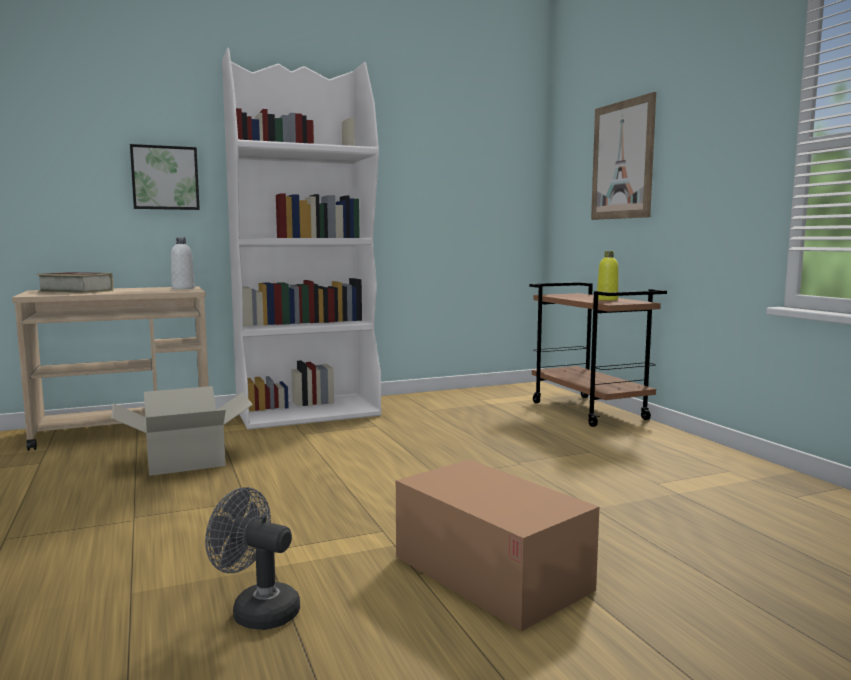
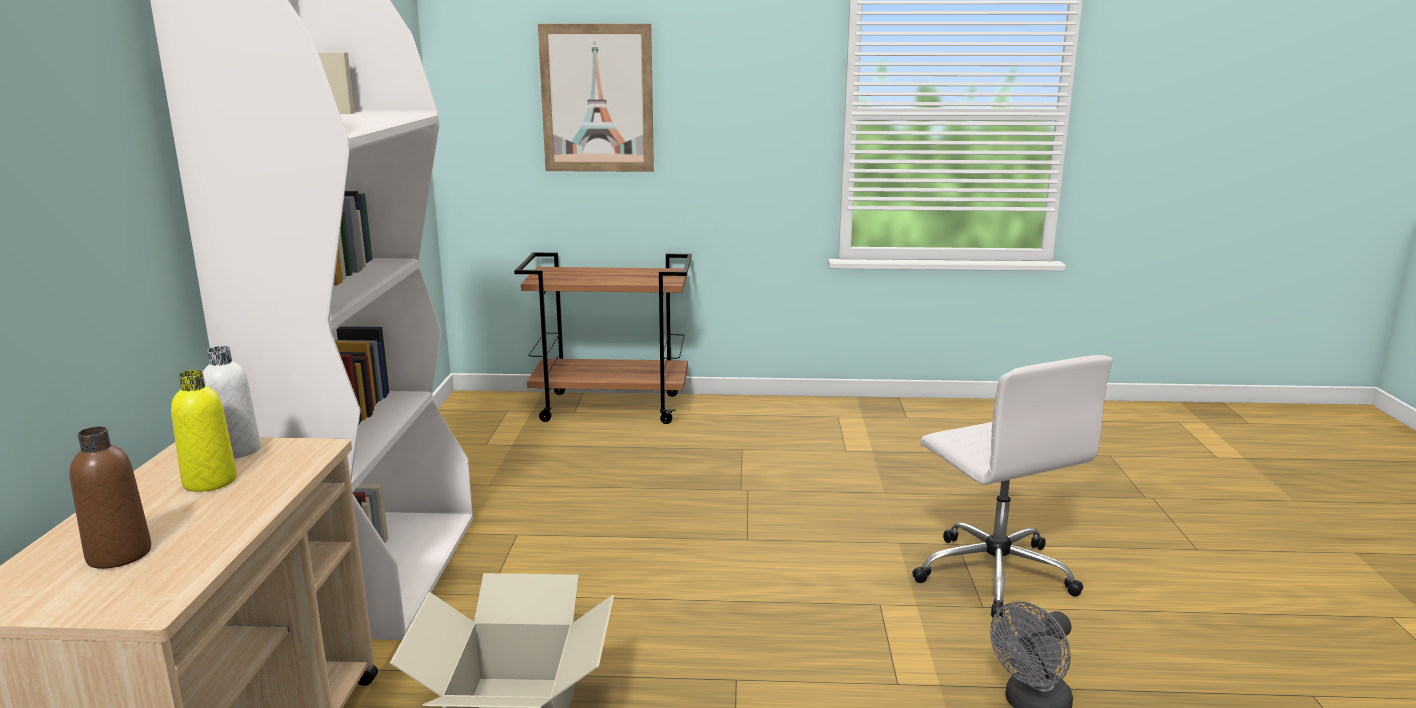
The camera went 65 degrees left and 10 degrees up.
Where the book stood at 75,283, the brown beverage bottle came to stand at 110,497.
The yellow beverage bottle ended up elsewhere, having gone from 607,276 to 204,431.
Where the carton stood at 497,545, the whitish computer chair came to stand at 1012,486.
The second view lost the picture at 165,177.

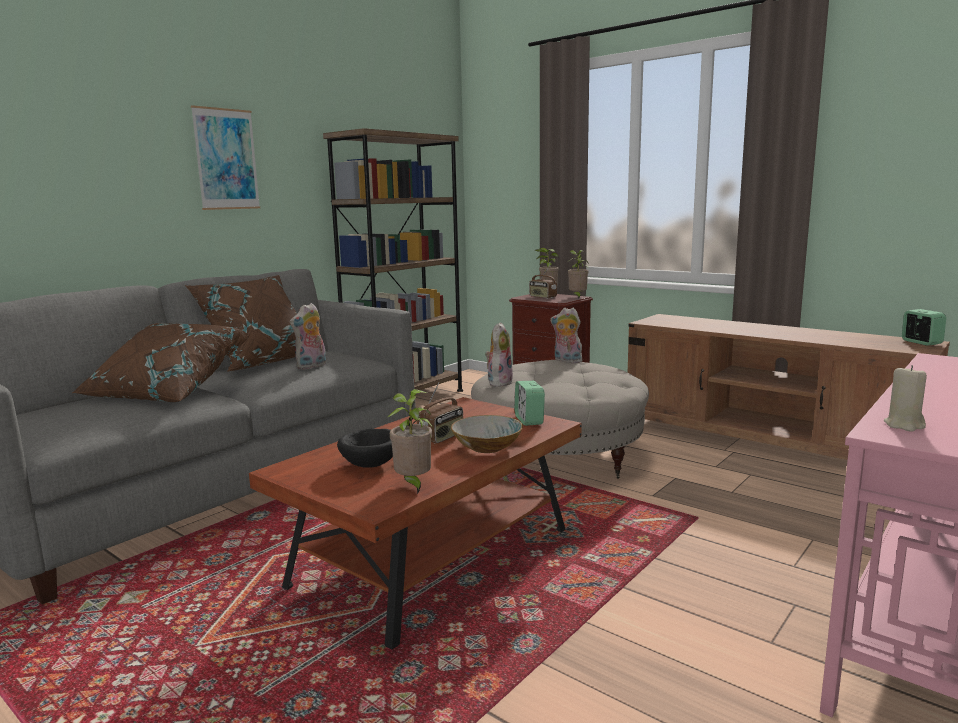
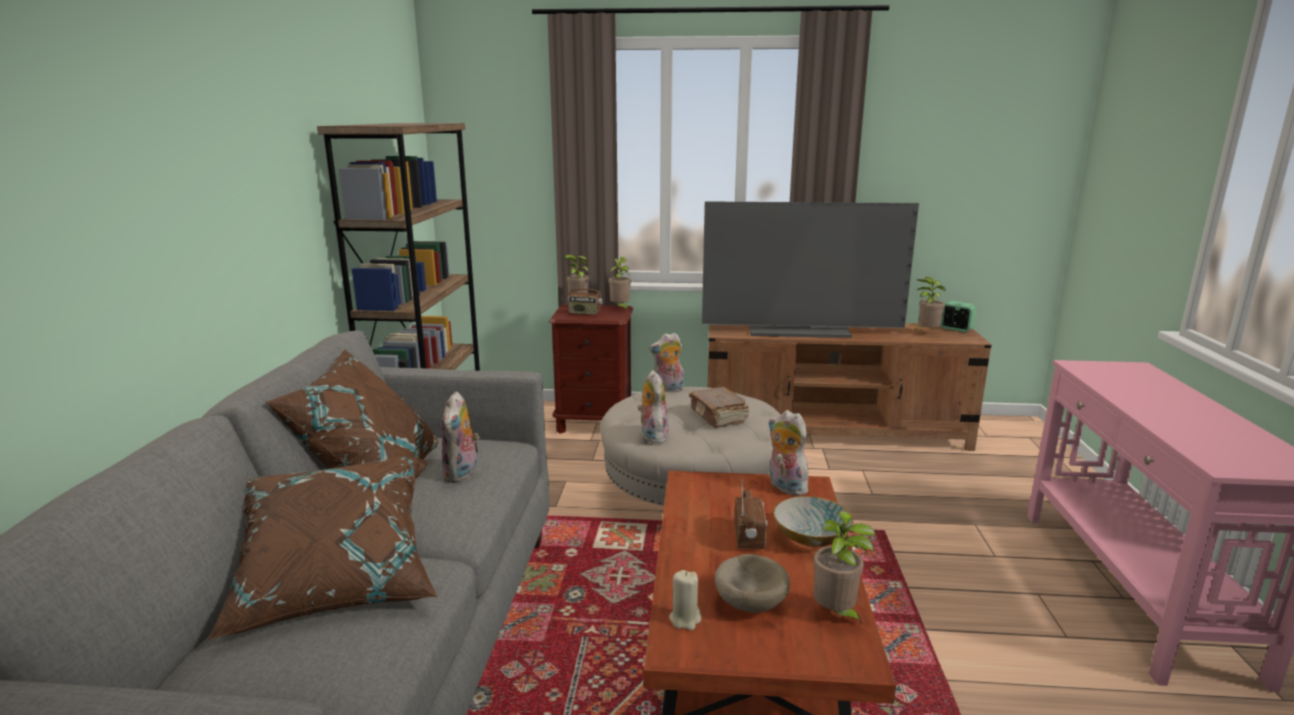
The camera went 35 degrees left and 5 degrees up.
The beige-coloured wax light ended up elsewhere, having gone from 905,398 to 685,600.
The second view gained the brown book at 719,407.
The second view gained the TV at 810,269.
What was the black-coloured bowl at 365,448 turned into the beige-coloured bowl at 752,583.
Where the table clock stood at 530,403, the soft toy came to stand at 788,453.
The second view gained the potted plant at 930,303.
The second view lost the picture at 225,157.

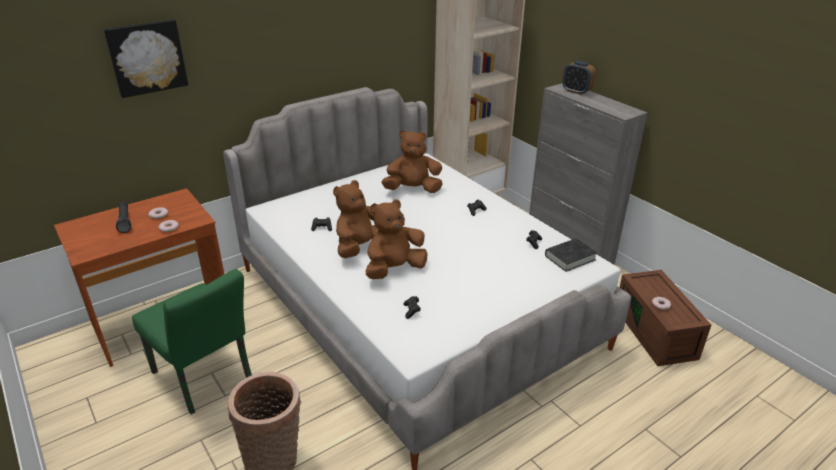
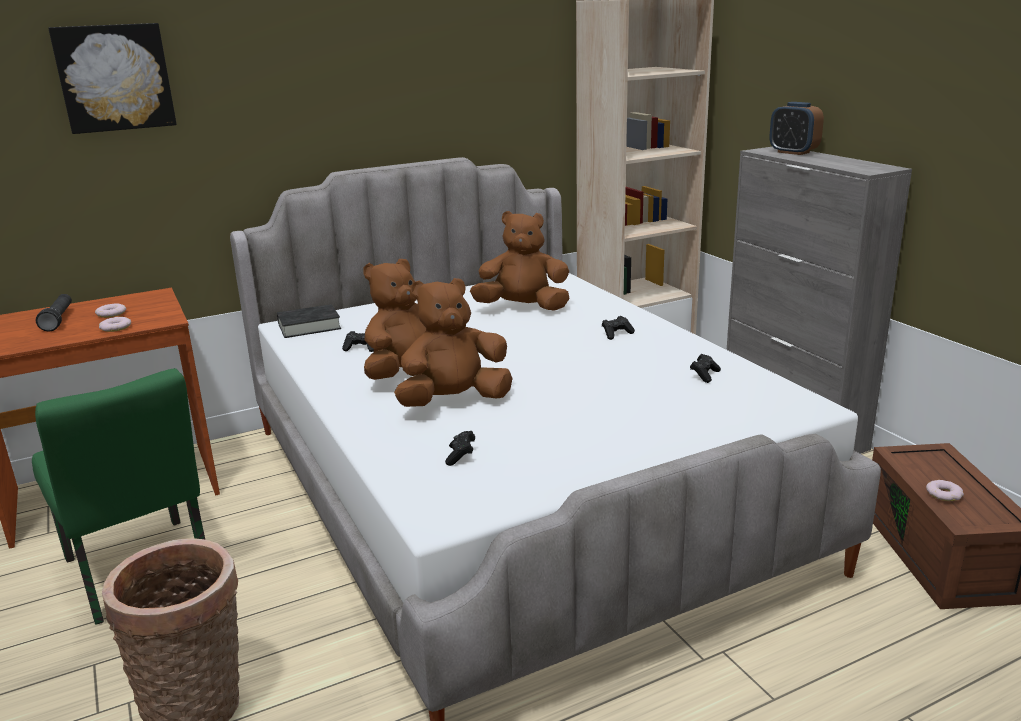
The camera went 10 degrees right and 10 degrees down.
The black-coloured book ended up elsewhere, having gone from 571,255 to 309,321.

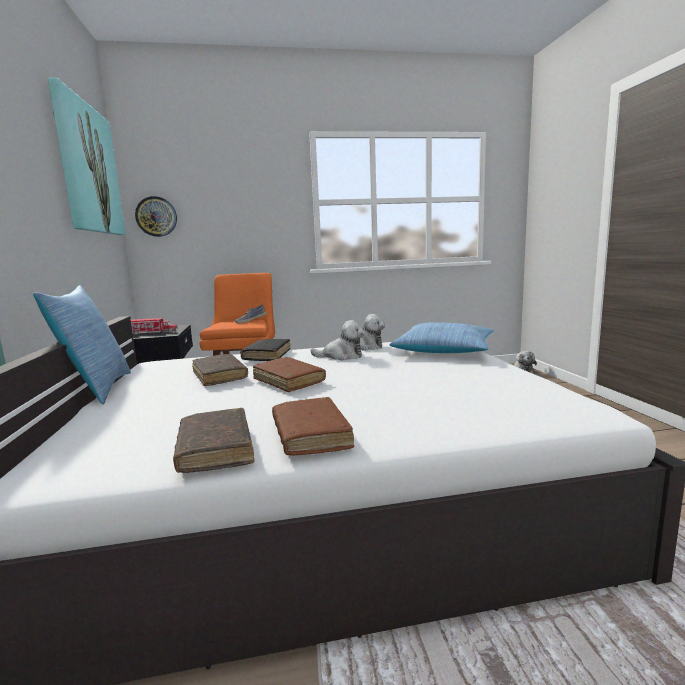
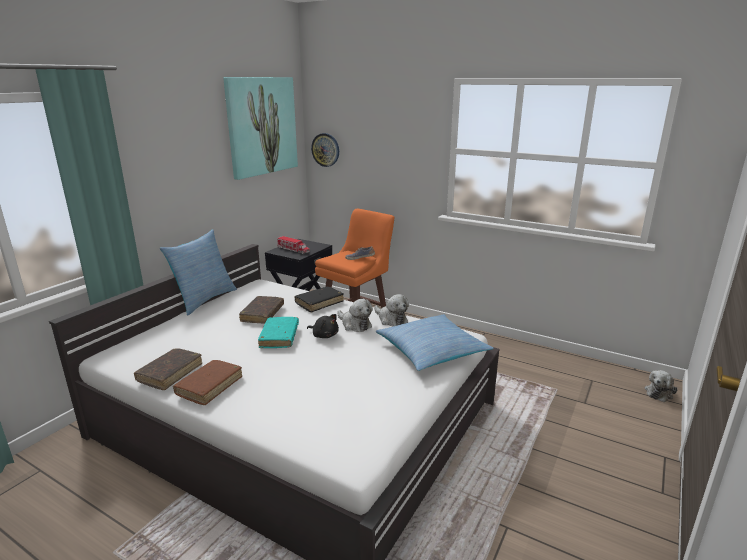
The camera went 40 degrees right and 10 degrees up.
What was the brown book at 289,374 turned into the turquoise-coloured book at 278,332.
The second view gained the black-coloured soft toy at 323,326.

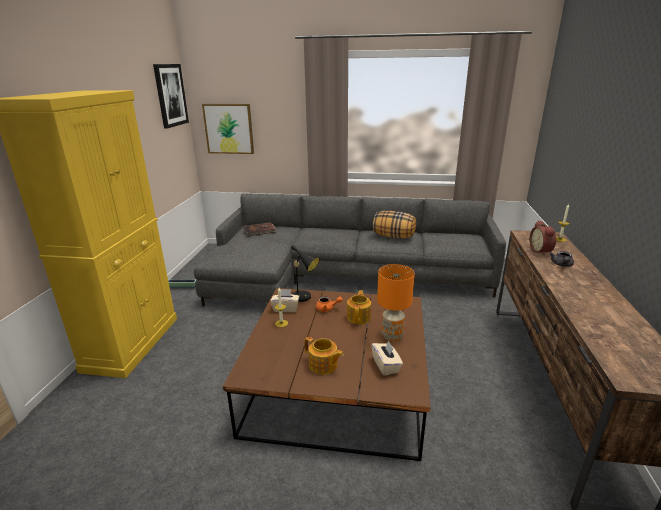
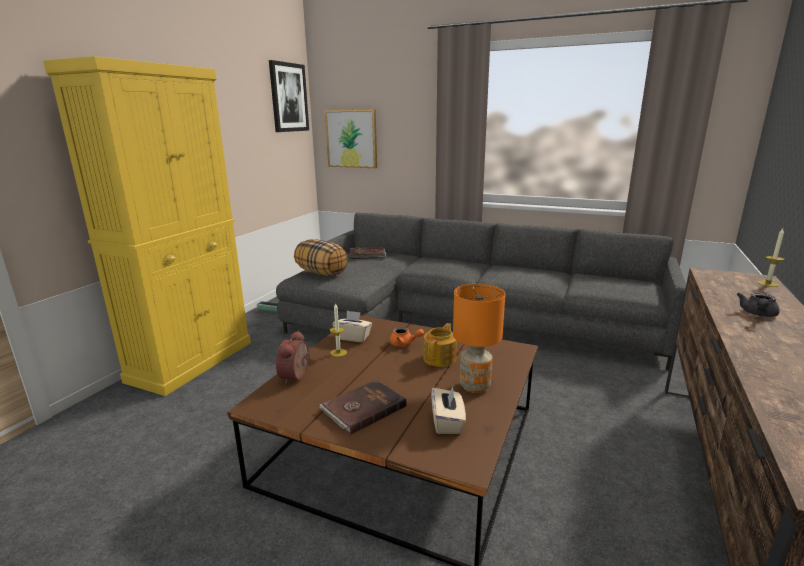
The camera went 15 degrees right and 5 degrees down.
The table clock ended up elsewhere, having gone from 543,237 to 293,358.
The pillow ended up elsewhere, having gone from 394,225 to 321,257.
Where the pot for tea stood at 324,356, the brown book came to stand at 363,407.
The second view lost the black-coloured lamp for a table at 305,273.

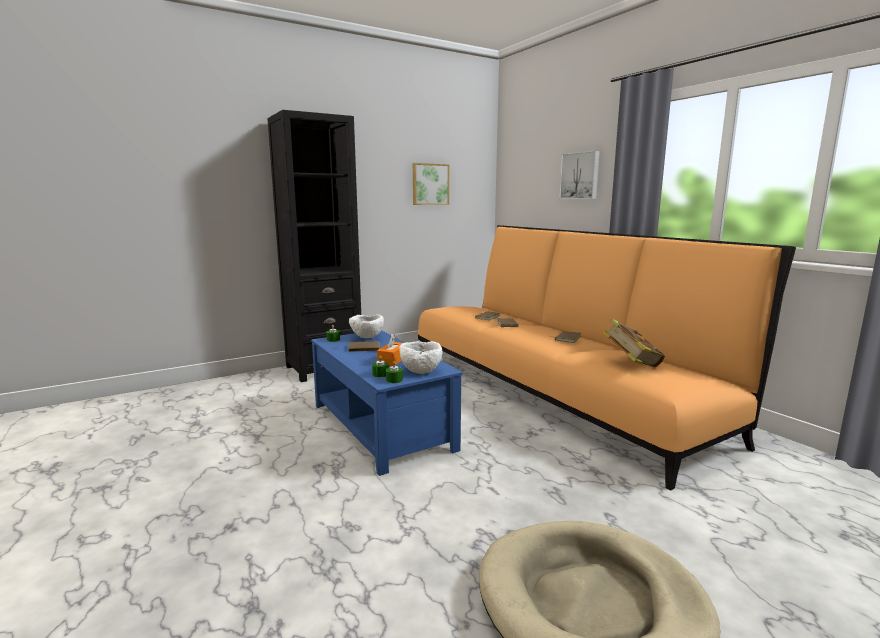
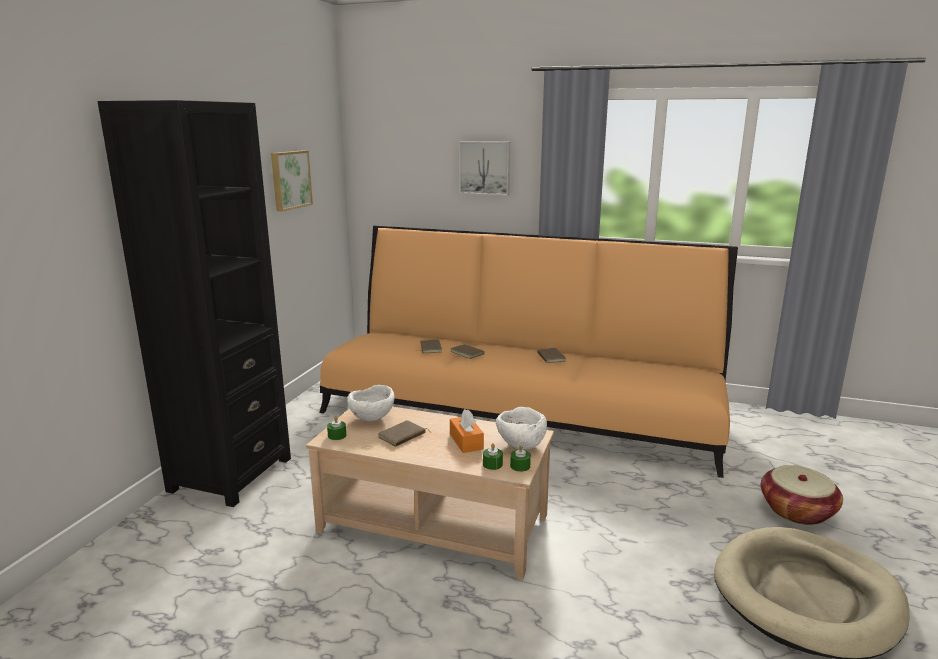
The camera went 40 degrees left and 5 degrees up.
What was the blue low table at 387,403 turned into the beige-coloured low table at 430,493.
The second view gained the storage basket at 802,495.
The second view lost the book at 633,343.

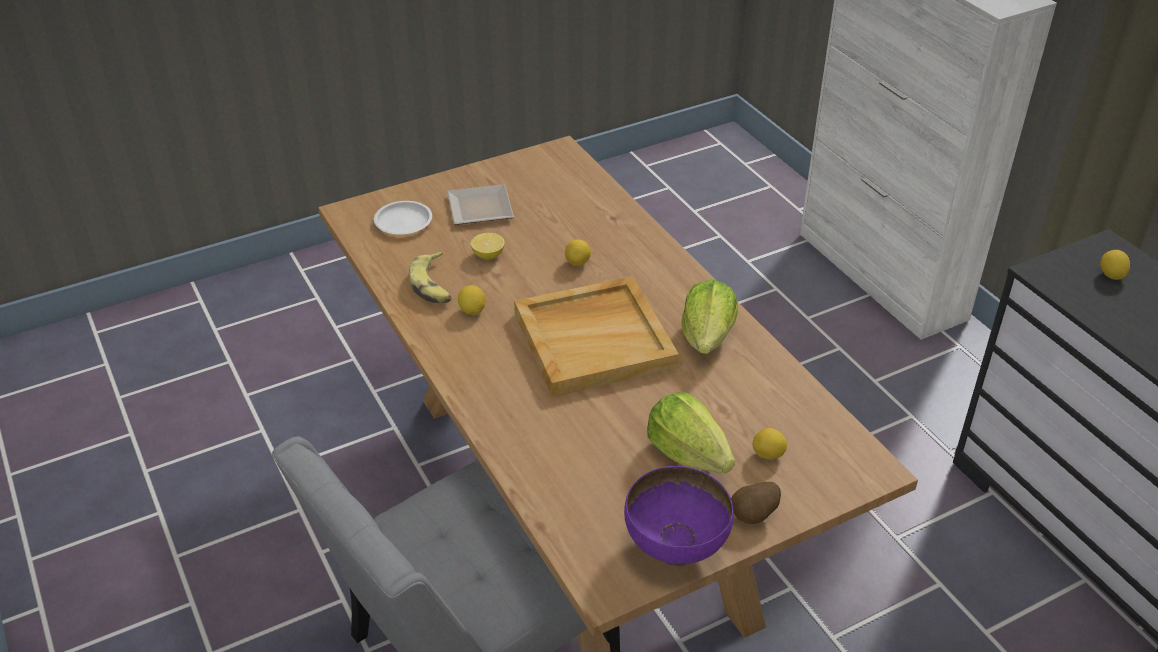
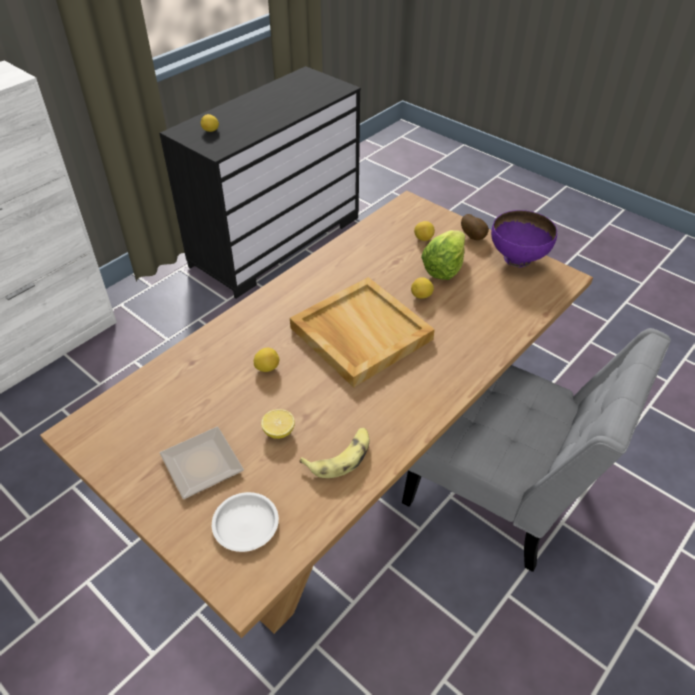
The camera went 110 degrees left and 5 degrees up.
The citrus fruit ended up elsewhere, having gone from 471,300 to 422,288.
The second view lost the lettuce head at 709,316.

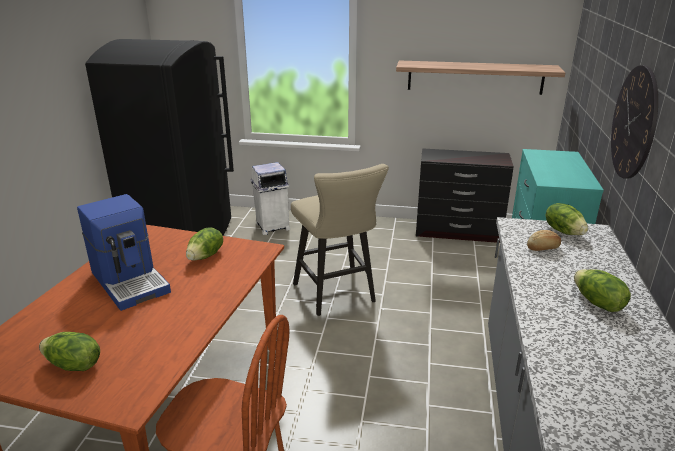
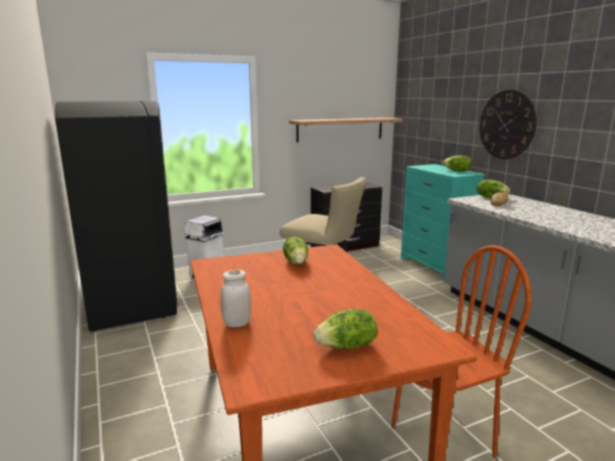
The camera went 35 degrees left and 10 degrees down.
The second view gained the whitish jar at 235,298.
The lettuce head ended up elsewhere, having gone from 602,290 to 457,163.
The second view lost the coffee maker at 124,252.

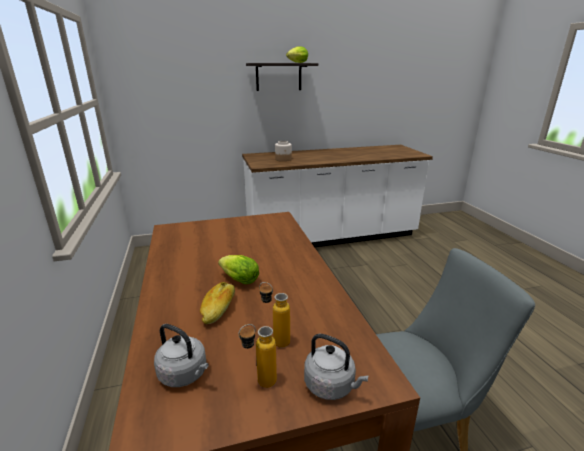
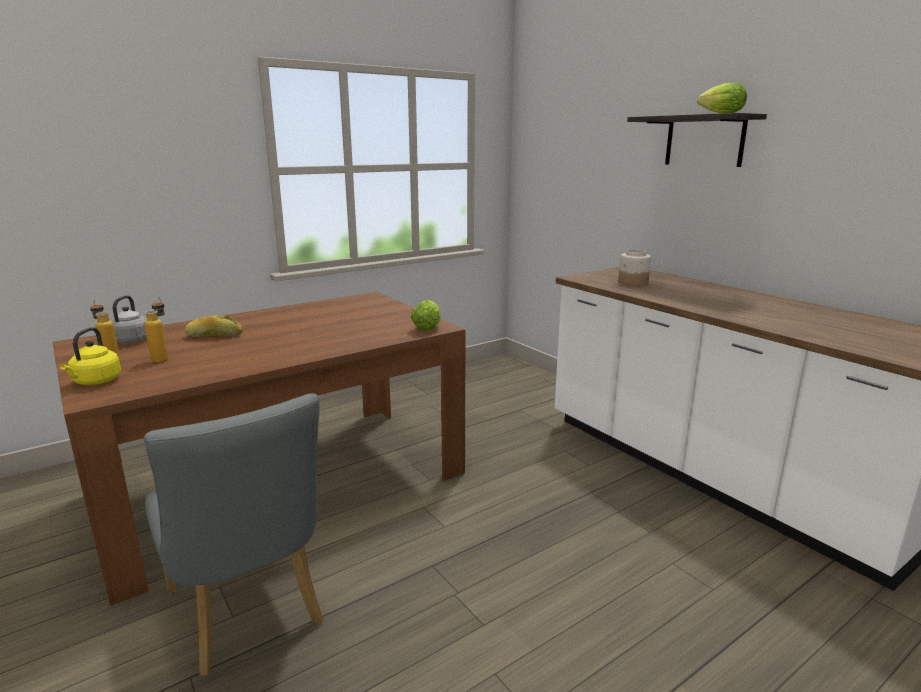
The camera went 70 degrees right and 5 degrees down.
What was the gray kettle at 336,367 turned into the yellow kettle at 90,356.
The lettuce head ended up elsewhere, having gone from 238,269 to 425,315.

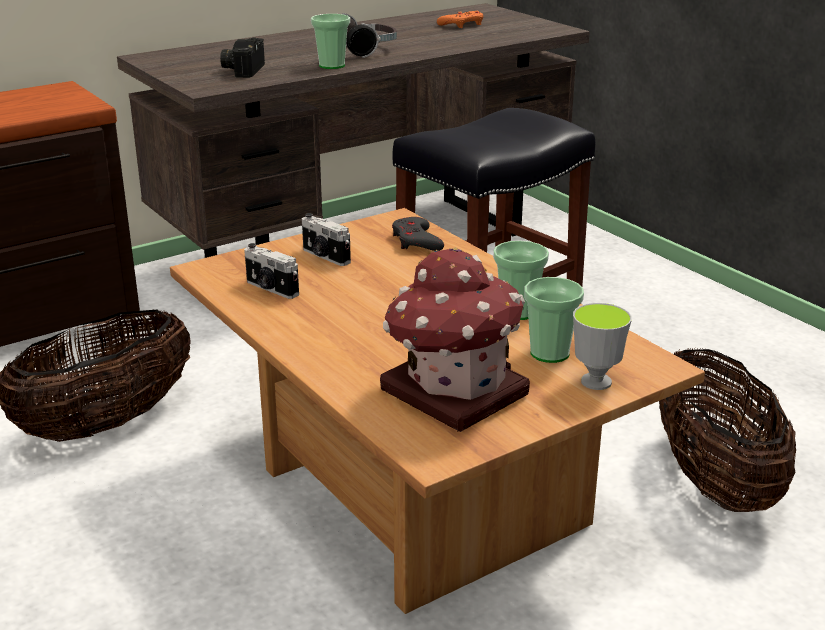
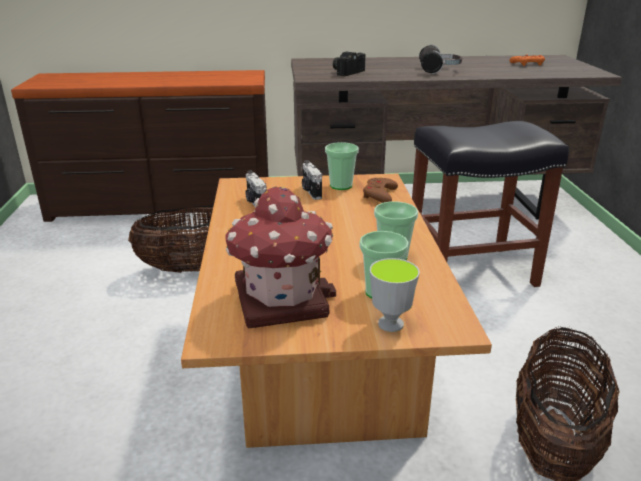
The camera went 30 degrees right and 0 degrees up.
The small cup ended up elsewhere, having gone from 330,41 to 342,166.
What was the gray gamepad at 418,234 turned into the brown gamepad at 380,190.

